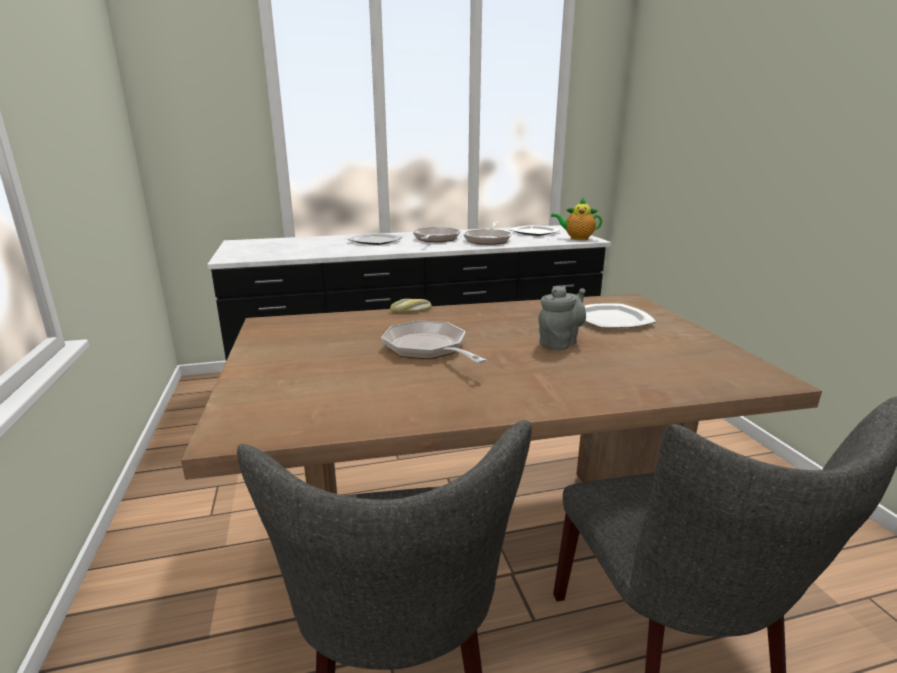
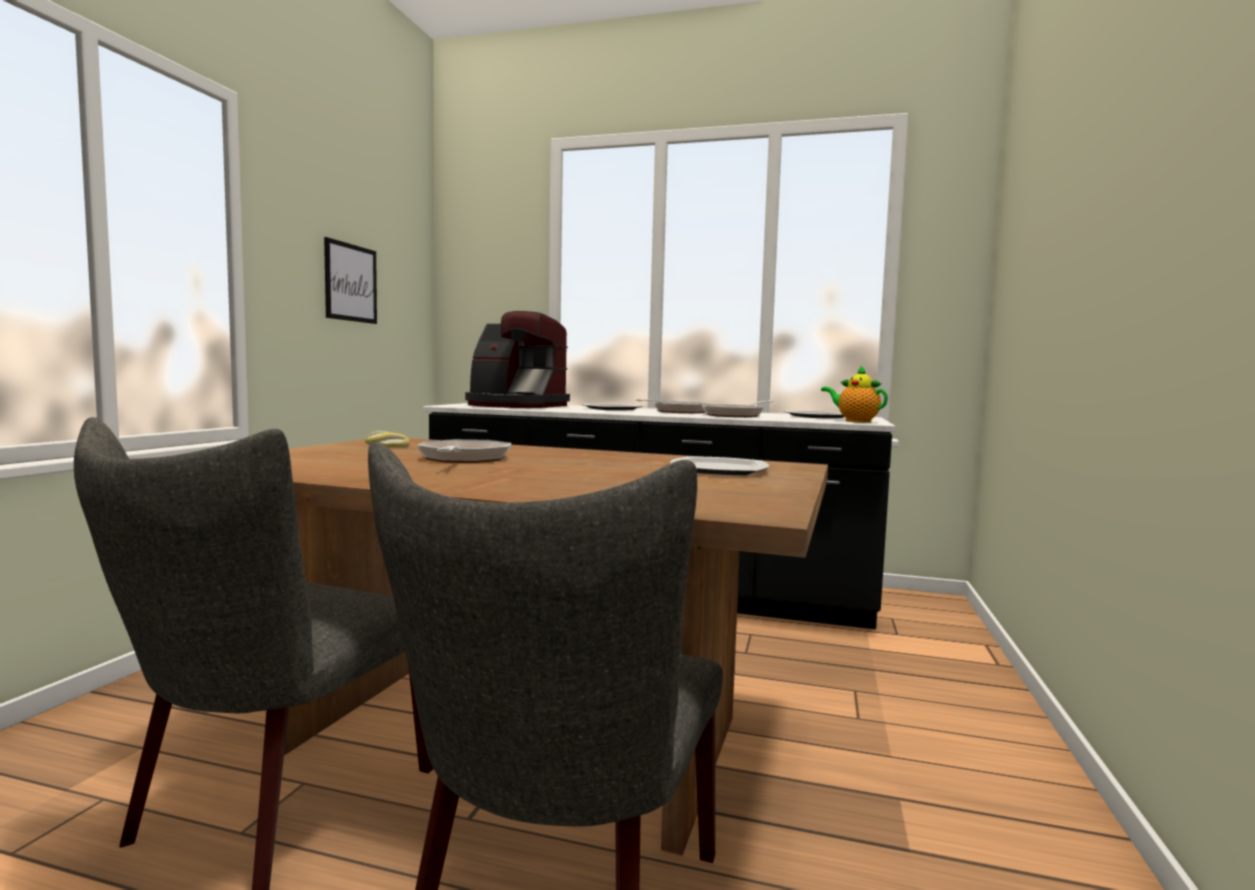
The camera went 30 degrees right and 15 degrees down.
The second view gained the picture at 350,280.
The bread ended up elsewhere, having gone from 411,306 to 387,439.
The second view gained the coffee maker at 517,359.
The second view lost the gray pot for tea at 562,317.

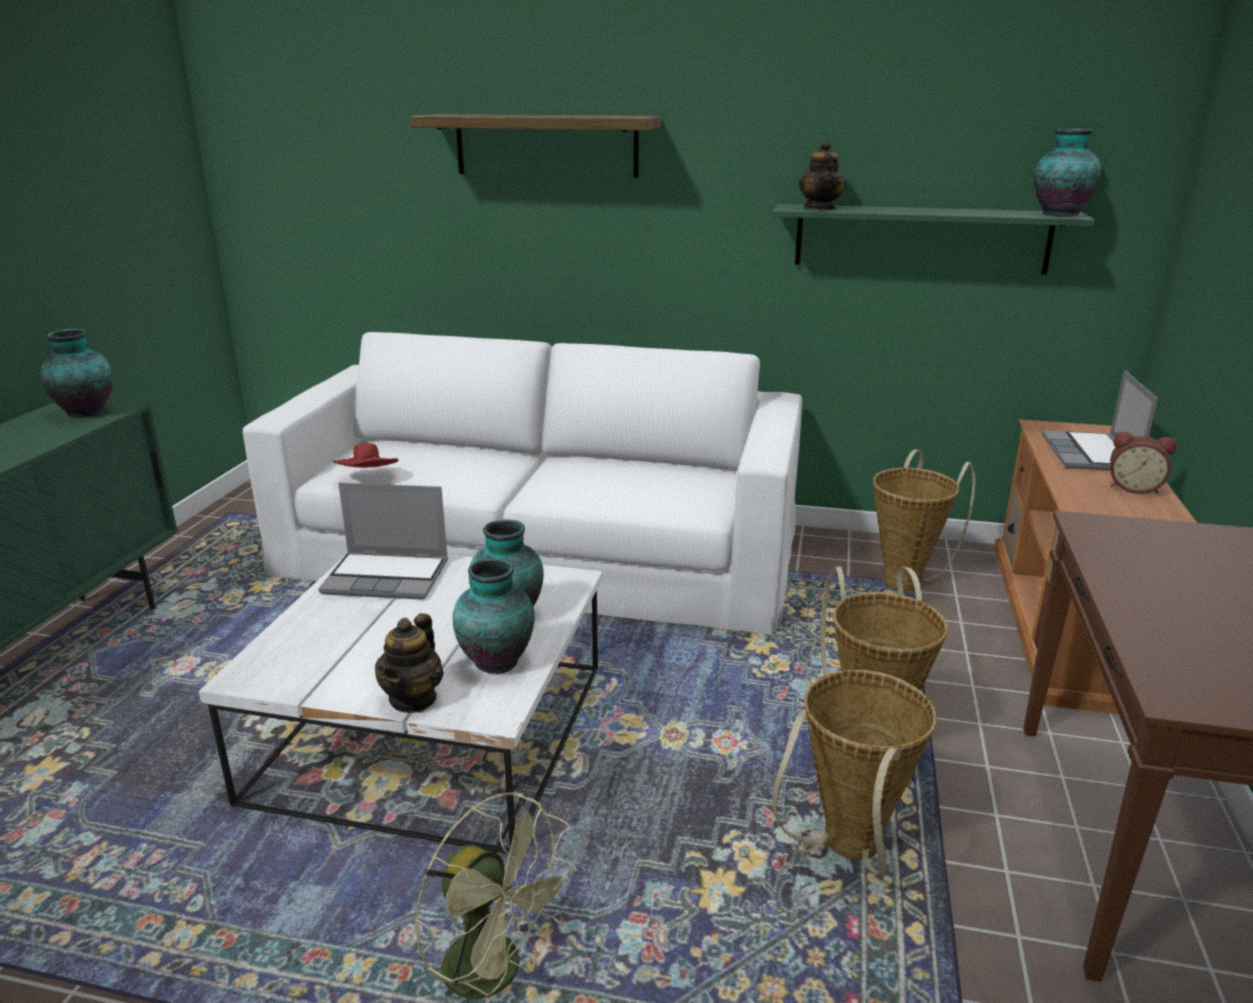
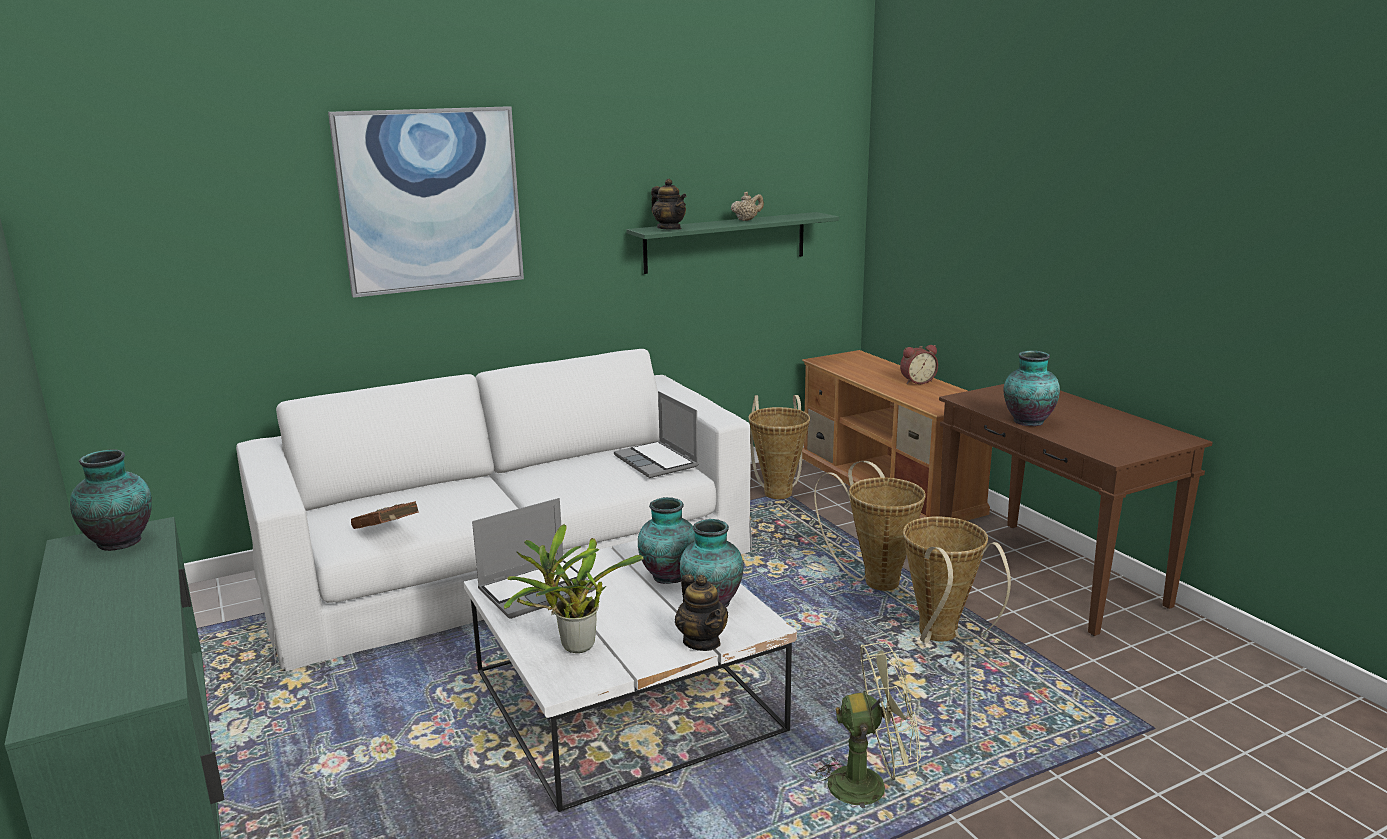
The camera went 40 degrees left and 5 degrees down.
Where the shelf hung at 535,146, the picture came to hang at 426,202.
Where the red-coloured hat stood at 365,455, the brown book came to stand at 385,515.
The second view gained the potted plant at 573,588.
The notebook computer ended up elsewhere, having gone from 1100,420 to 656,434.
The second view gained the beige-coloured pot for tea at 747,206.
The decorative vase ended up elsewhere, having gone from 1067,173 to 1031,388.

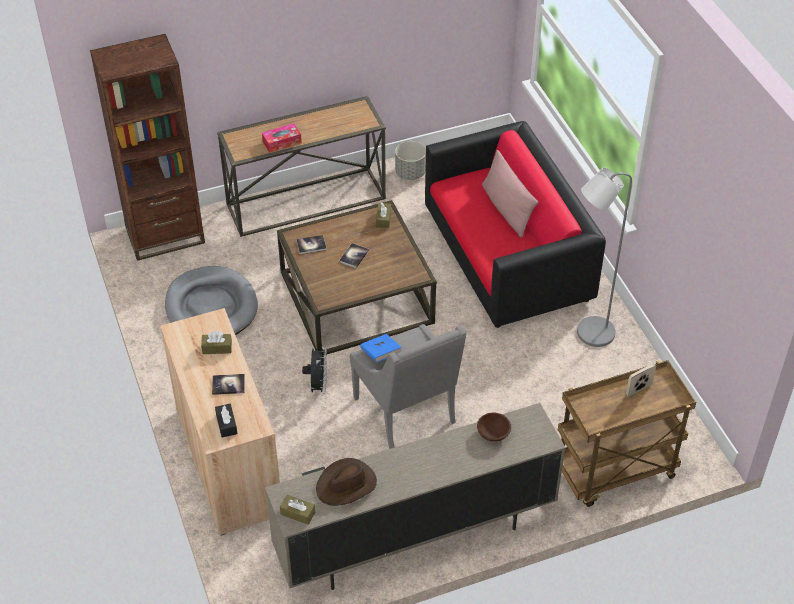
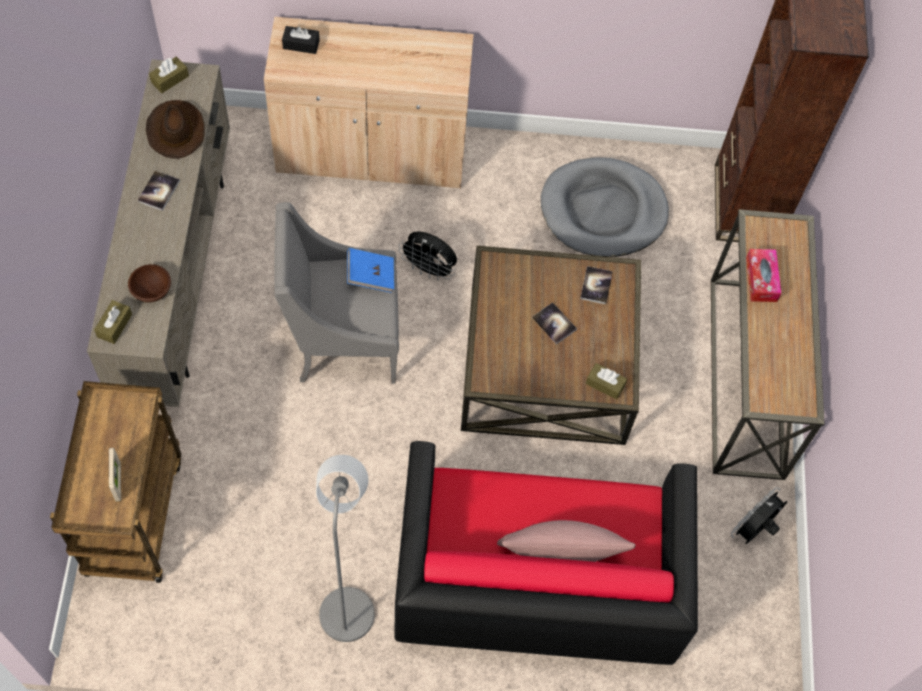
The camera went 110 degrees right and 15 degrees up.
The brown tissue holder ended up elsewhere, having gone from 216,342 to 113,322.
The book ended up elsewhere, having gone from 228,384 to 159,191.
Where the gray plant pot stood at 410,160, the black-coloured cooling fan came to stand at 759,515.

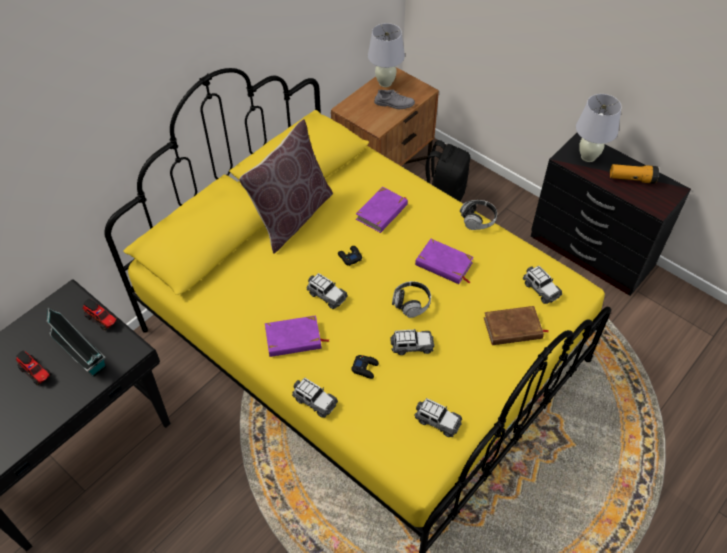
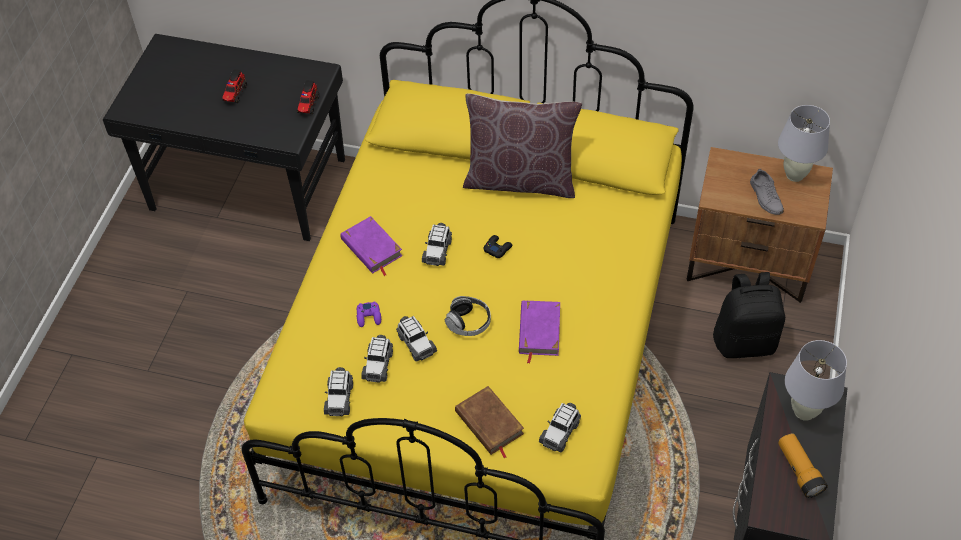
The camera went 65 degrees right and 0 degrees up.
What was the black-coloured gamepad at 365,367 turned into the purple gamepad at 369,314.
The model car ended up elsewhere, having gone from 315,397 to 377,359.
The second view lost the model house at 76,342.
The second view lost the purple book at 382,210.
The second view lost the headset at 478,215.

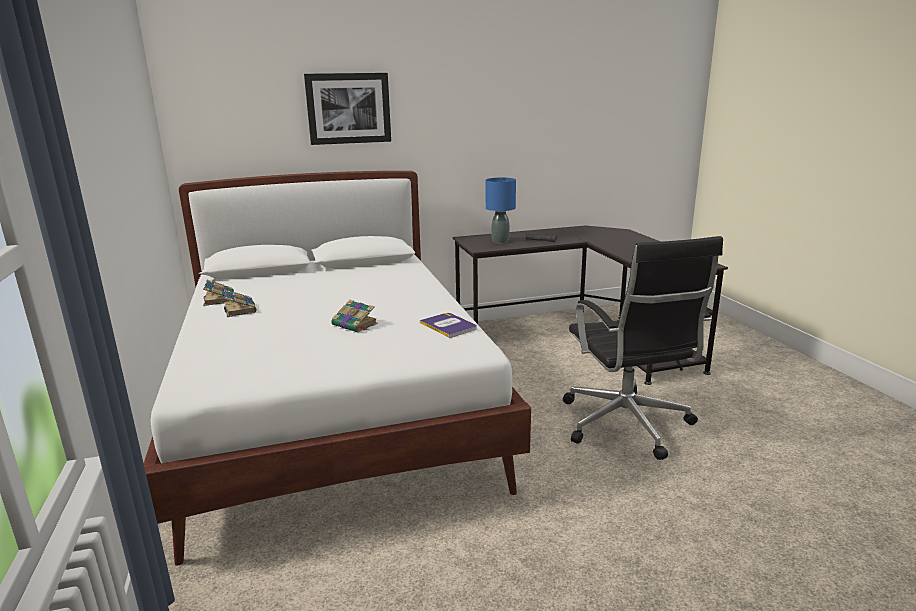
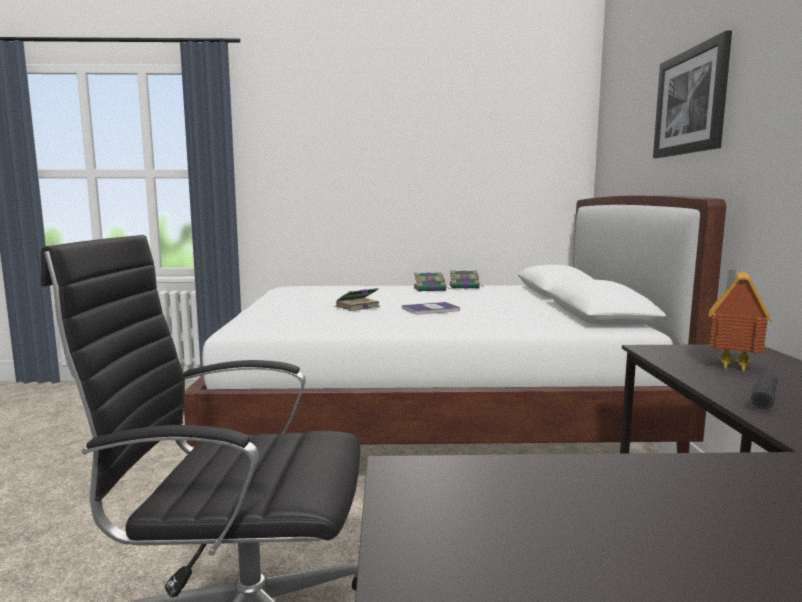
The camera went 105 degrees right and 10 degrees down.
The book ended up elsewhere, having gone from 448,325 to 431,308.
Where the blue lamp for a table stood at 501,210, the model house came to stand at 740,321.

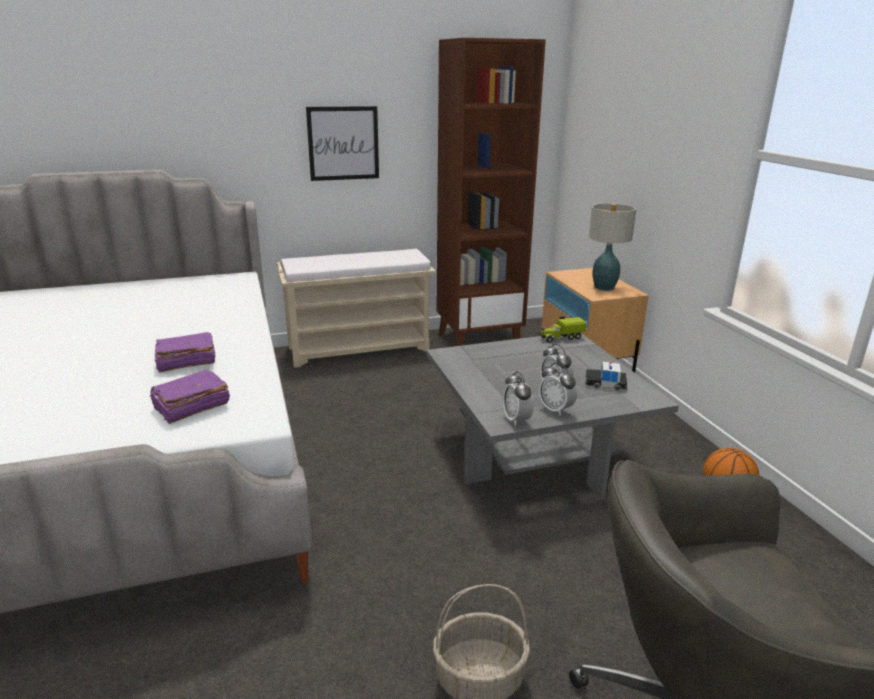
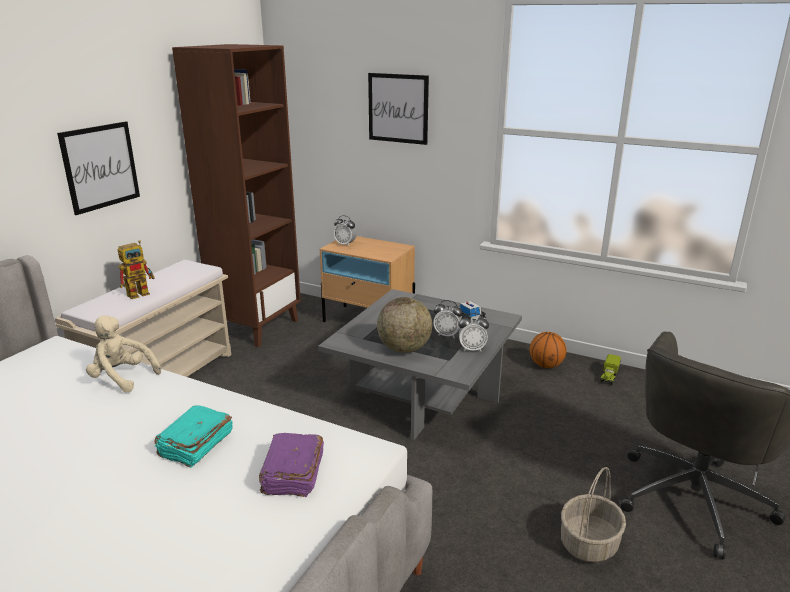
The camera went 45 degrees left and 0 degrees up.
The second view gained the beige-coloured soft toy at 123,353.
The second view gained the toy robot at 135,269.
What was the purple book at 185,352 turned into the turquoise-coloured book at 193,437.
The table clock ended up elsewhere, having gone from 518,398 to 345,230.
The second view gained the picture at 398,109.
The second view gained the desk globe at 404,325.
The model truck ended up elsewhere, having gone from 562,330 to 610,369.
The second view lost the lamp for a table at 612,247.

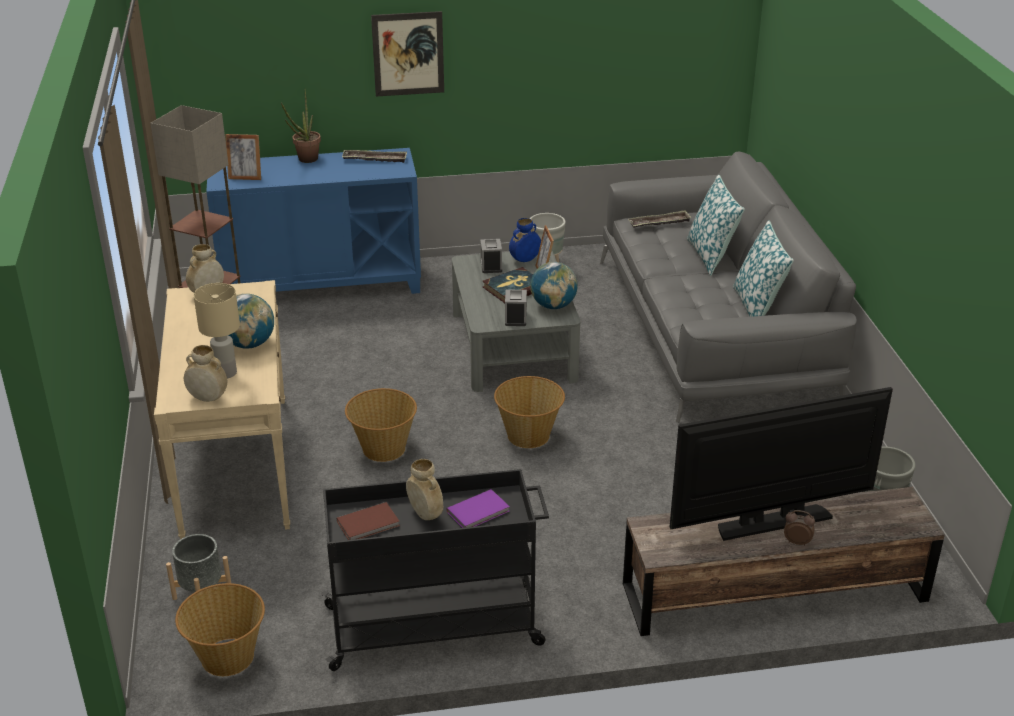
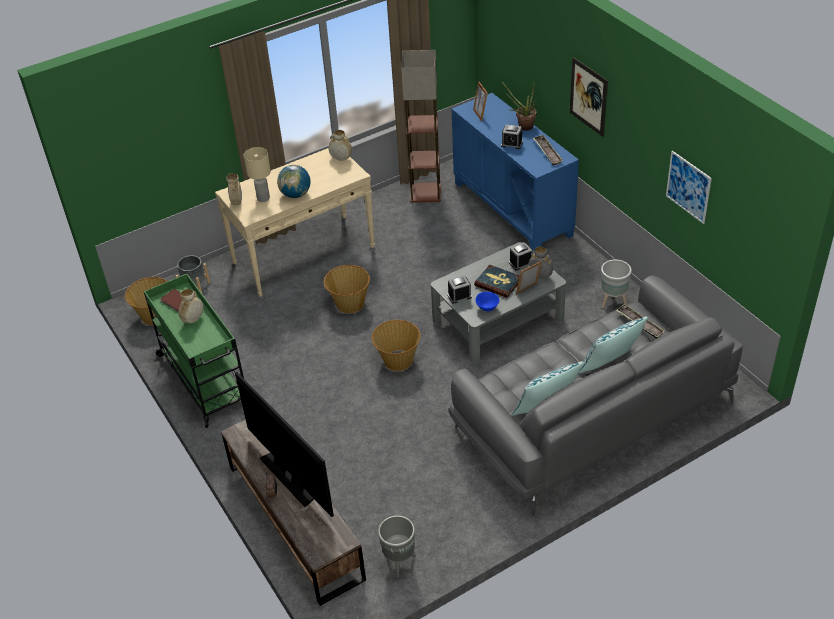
The camera went 70 degrees right and 10 degrees up.
What was the black-coloured trolley at 435,570 turned into the greenish trolley at 194,351.
Where the desk globe stood at 554,285, the blue bowl came to stand at 487,301.
The second view gained the table clock at 512,136.
What was the blue decorative vase at 525,240 turned into the gray decorative vase at 540,262.
The second view gained the picture at 689,187.
The second view lost the purple book at 478,508.

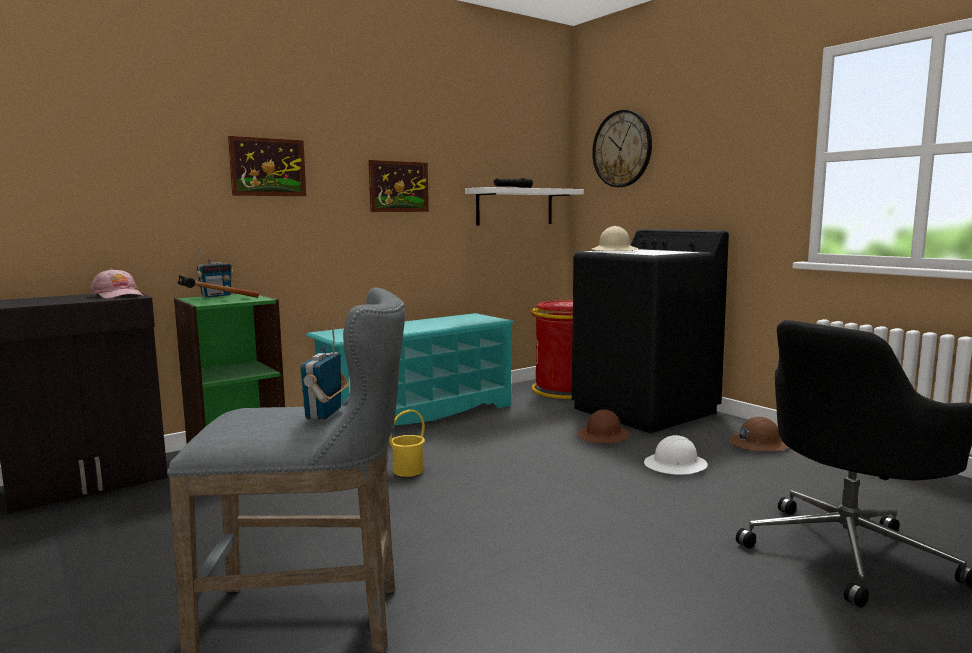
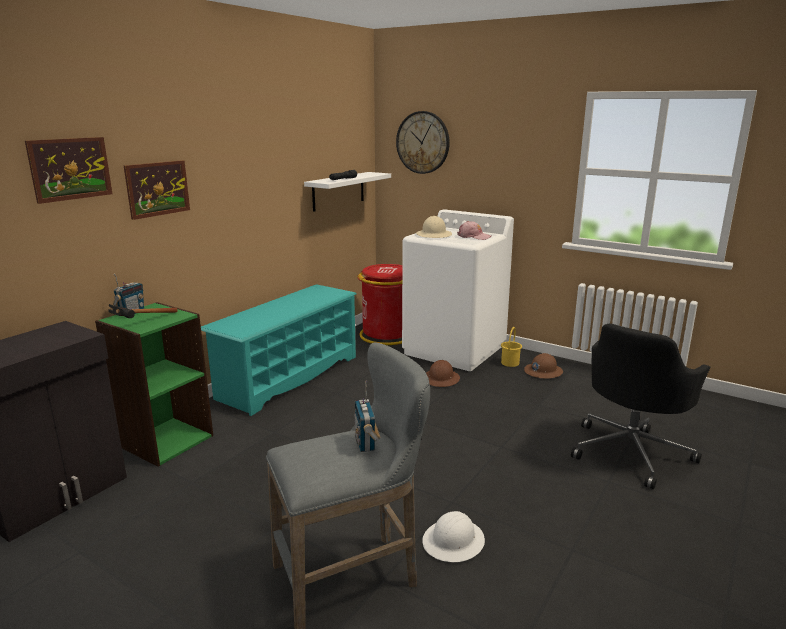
The camera went 20 degrees left and 10 degrees up.
The picture ended up elsewhere, having gone from 399,186 to 69,170.
What was the black-coloured laundry machine at 650,331 turned into the whitish laundry machine at 458,290.
The whitish safety helmet ended up elsewhere, having gone from 676,455 to 453,536.
The pink-coloured baseball cap ended up elsewhere, having gone from 116,284 to 474,230.
The yellow bucket ended up elsewhere, having gone from 407,443 to 511,347.

